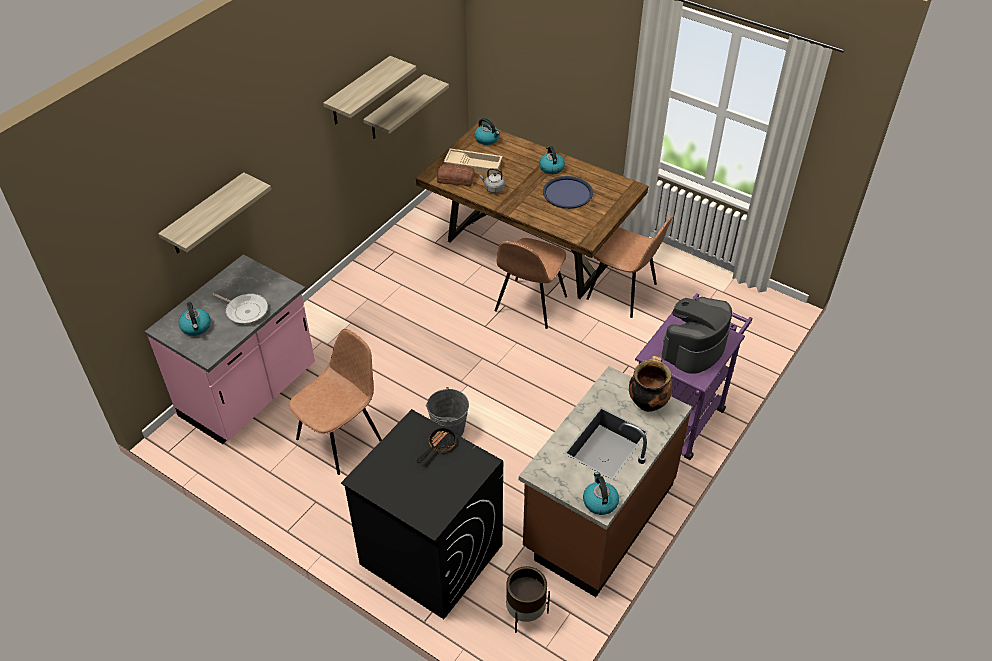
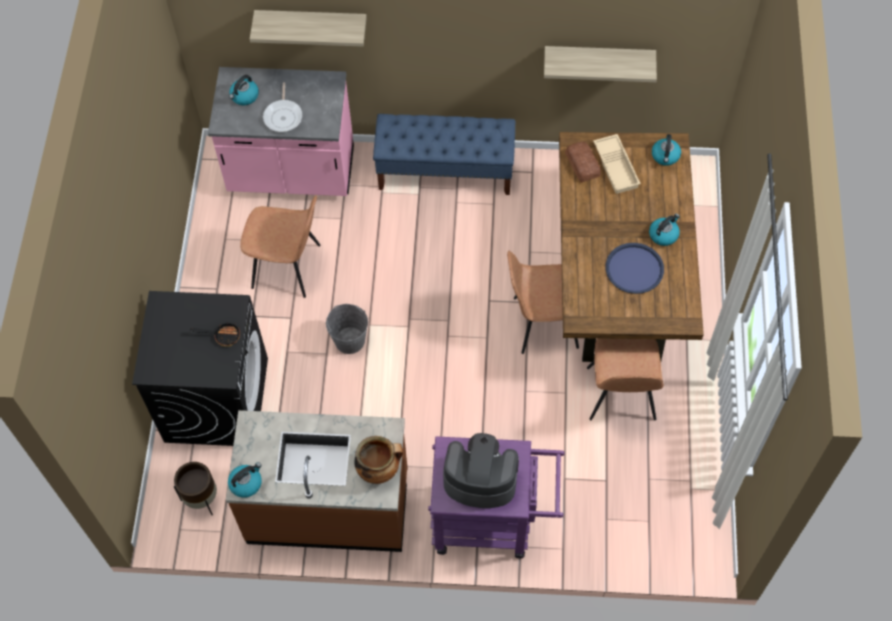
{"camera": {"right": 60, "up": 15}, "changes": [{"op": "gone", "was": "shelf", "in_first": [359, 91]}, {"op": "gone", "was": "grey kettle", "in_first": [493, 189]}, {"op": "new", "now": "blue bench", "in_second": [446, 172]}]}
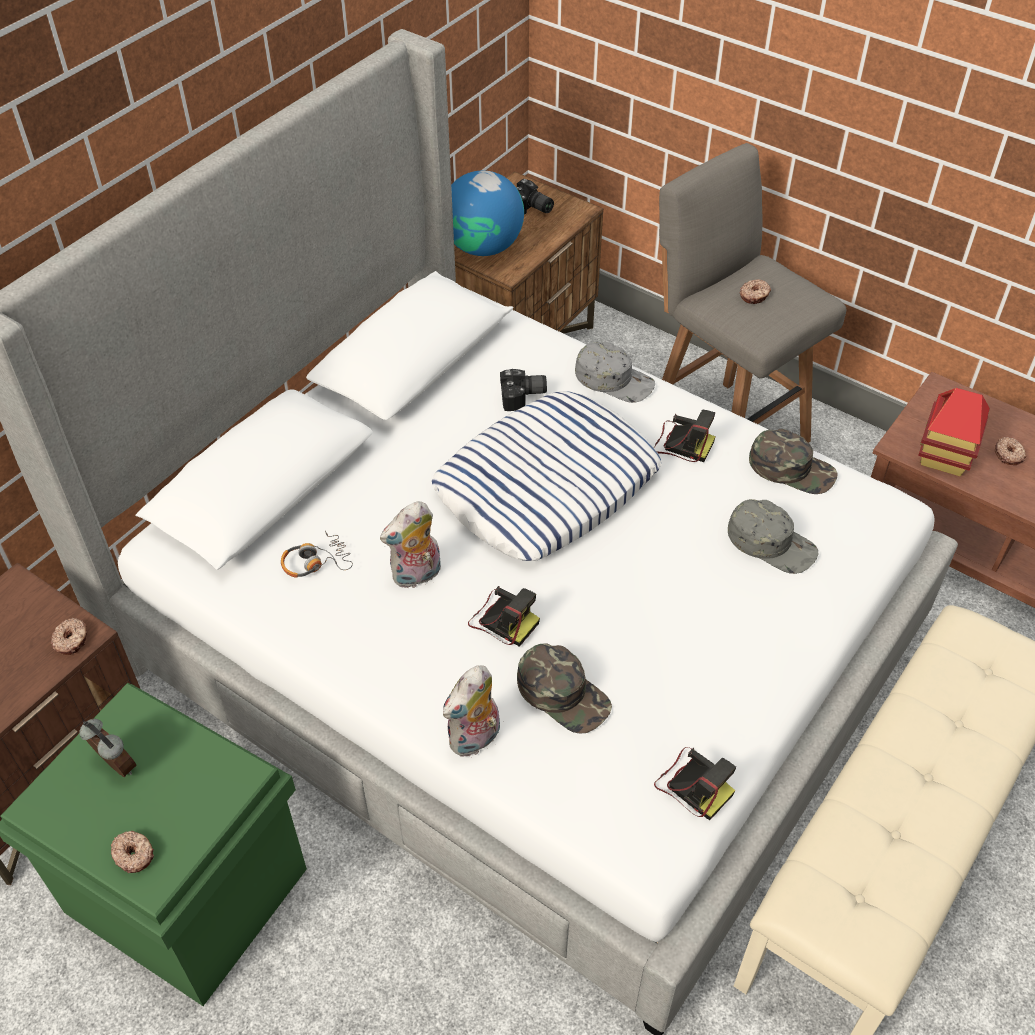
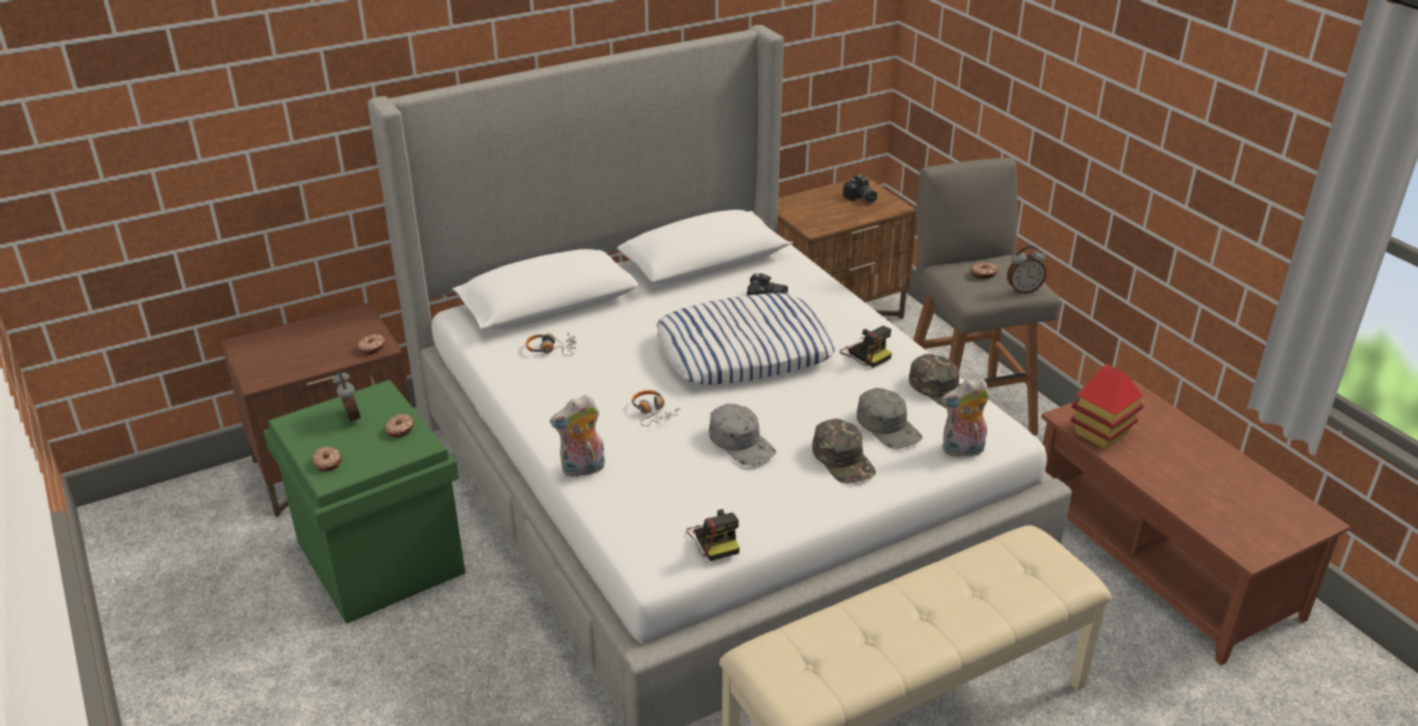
{"camera": {"right": 25, "up": -15}, "changes": [{"op": "shifted", "was": "plush toy", "in_first": [416, 576], "in_second": [962, 450]}, {"op": "gone", "was": "globe", "in_first": [483, 247]}, {"op": "swapped", "was": "photo camera", "now": "headphones", "in_first": [503, 620], "in_second": [652, 412]}, {"op": "shifted", "was": "green cap", "in_first": [563, 694], "in_second": [843, 459]}, {"op": "shifted", "was": "grey cap", "in_first": [614, 379], "in_second": [742, 442]}, {"op": "shifted", "was": "donut", "in_first": [1008, 454], "in_second": [400, 430]}, {"op": "new", "now": "alarm clock", "in_second": [1023, 290]}]}
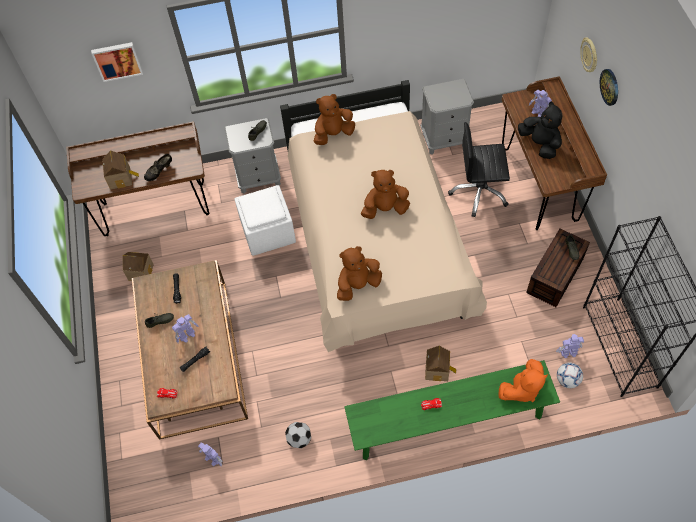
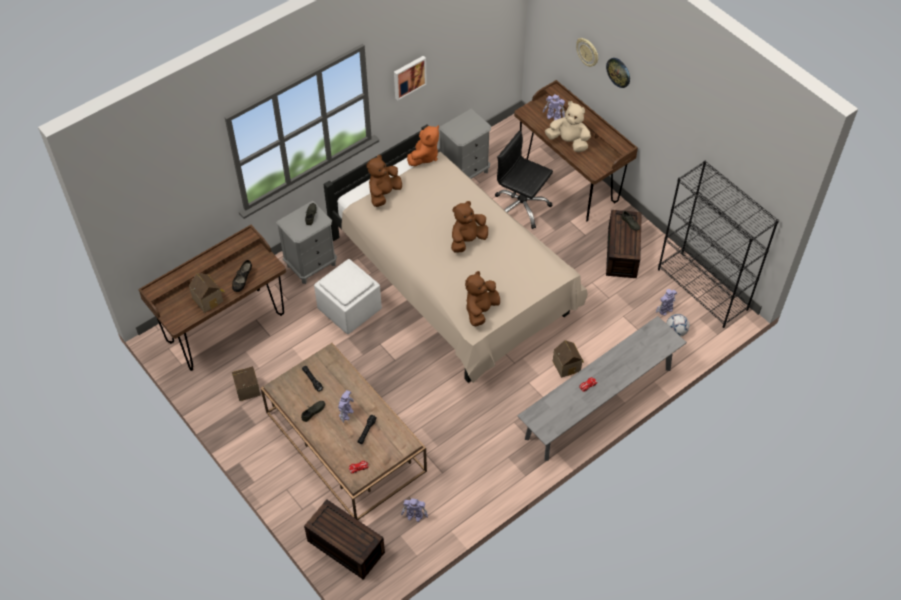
{"camera": {"right": -30, "up": -5}, "changes": [{"op": "shifted", "was": "picture", "in_first": [117, 60], "in_second": [409, 76]}, {"op": "gone", "was": "football", "in_first": [299, 439]}, {"op": "repainted", "was": "green bench", "now": "grey bench", "in_first": [448, 422], "in_second": [599, 403]}, {"op": "rotated", "was": "black office chair", "in_first": [479, 192], "in_second": [521, 207], "clockwise": 60}, {"op": "shifted", "was": "orange plush toy", "in_first": [521, 389], "in_second": [424, 156]}, {"op": "repainted", "was": "black plush toy", "now": "beige plush toy", "in_first": [540, 144], "in_second": [568, 142]}, {"op": "new", "now": "brown storage box", "in_second": [344, 547]}]}
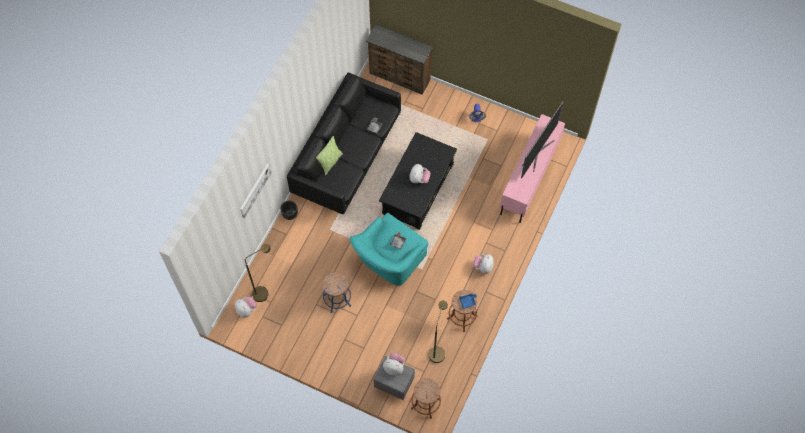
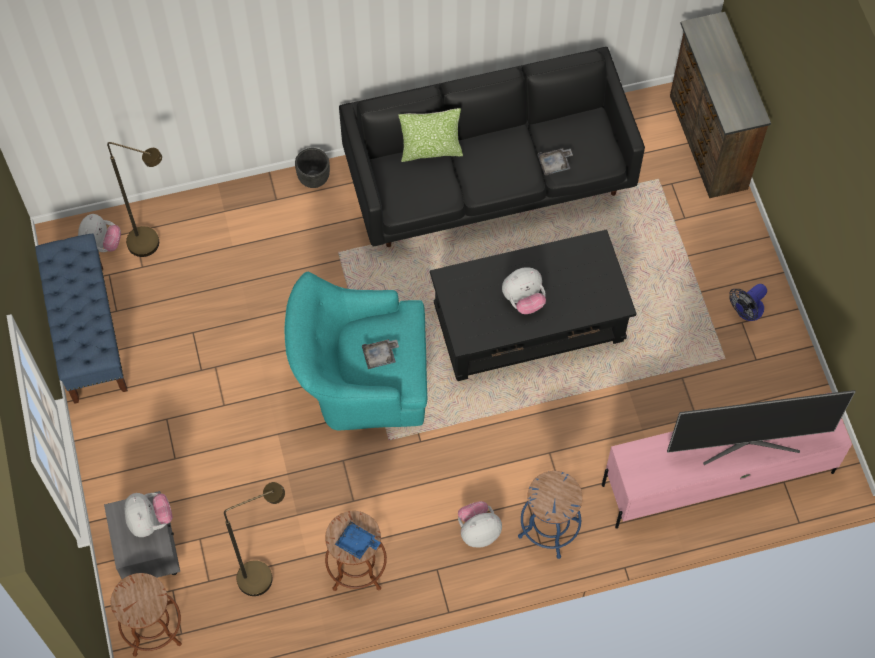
{"camera": {"right": 50, "up": 0}, "changes": [{"op": "gone", "was": "picture", "in_first": [254, 190]}, {"op": "shifted", "was": "blue stool", "in_first": [337, 300], "in_second": [549, 528]}, {"op": "new", "now": "blue bench", "in_second": [88, 333]}]}
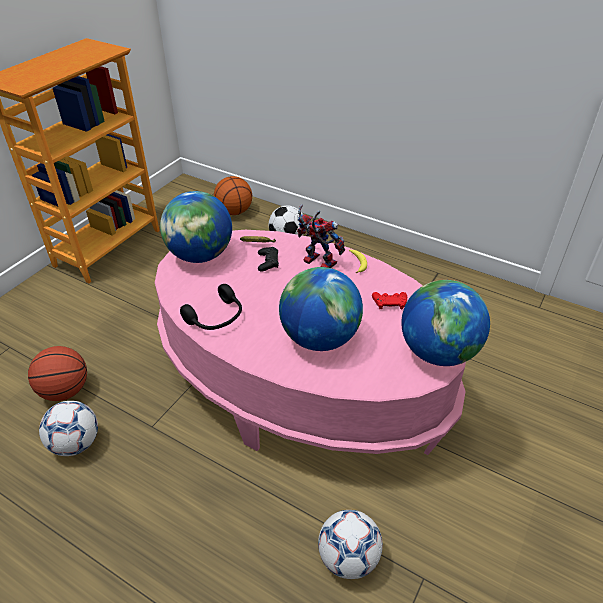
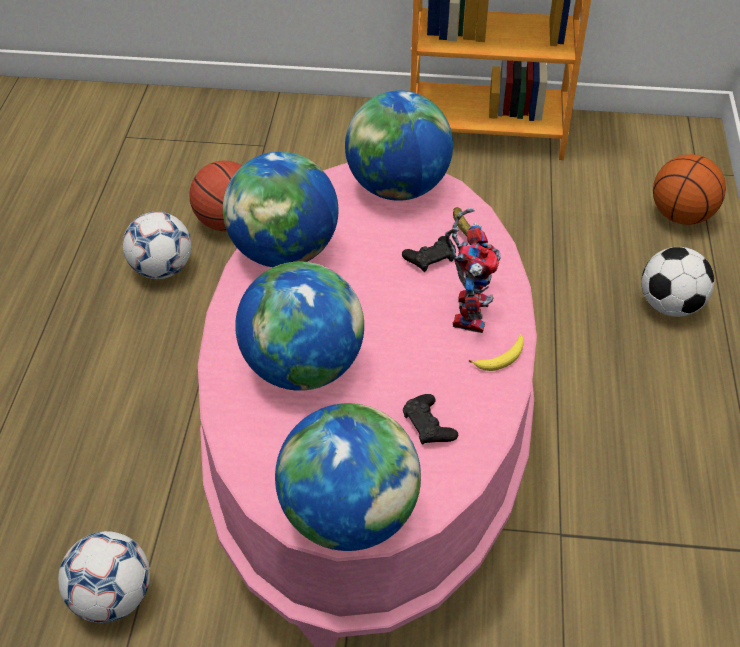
{"camera": {"right": 65, "up": 5}, "changes": [{"op": "swapped", "was": "black headphones", "now": "globe", "in_first": [216, 318], "in_second": [284, 252]}, {"op": "repainted", "was": "red game controller", "now": "black game controller", "in_first": [389, 303], "in_second": [428, 425]}]}
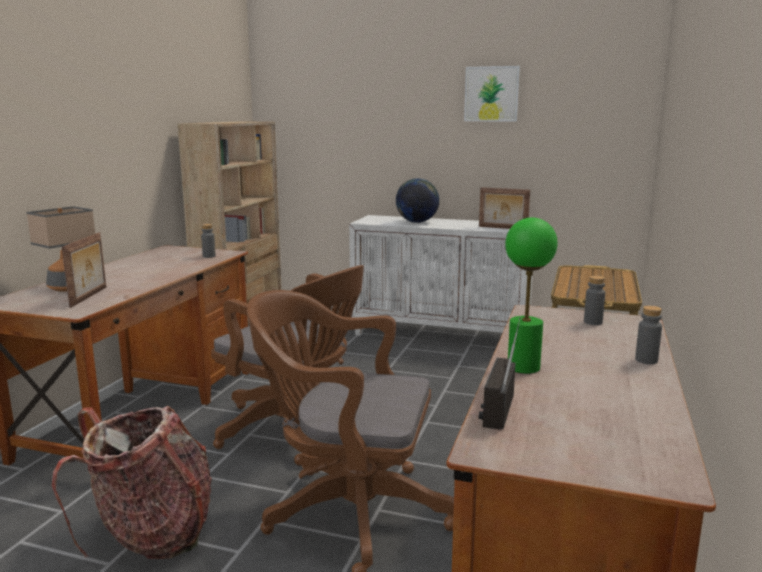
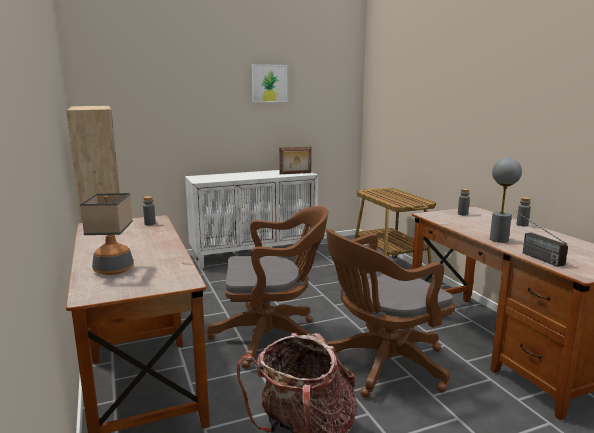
{"camera": {"right": -40, "up": 0}, "changes": [{"op": "gone", "was": "picture frame", "in_first": [90, 297]}, {"op": "gone", "was": "globe", "in_first": [417, 222]}, {"op": "repainted", "was": "green table lamp", "now": "grey table lamp", "in_first": [524, 367], "in_second": [499, 239]}]}
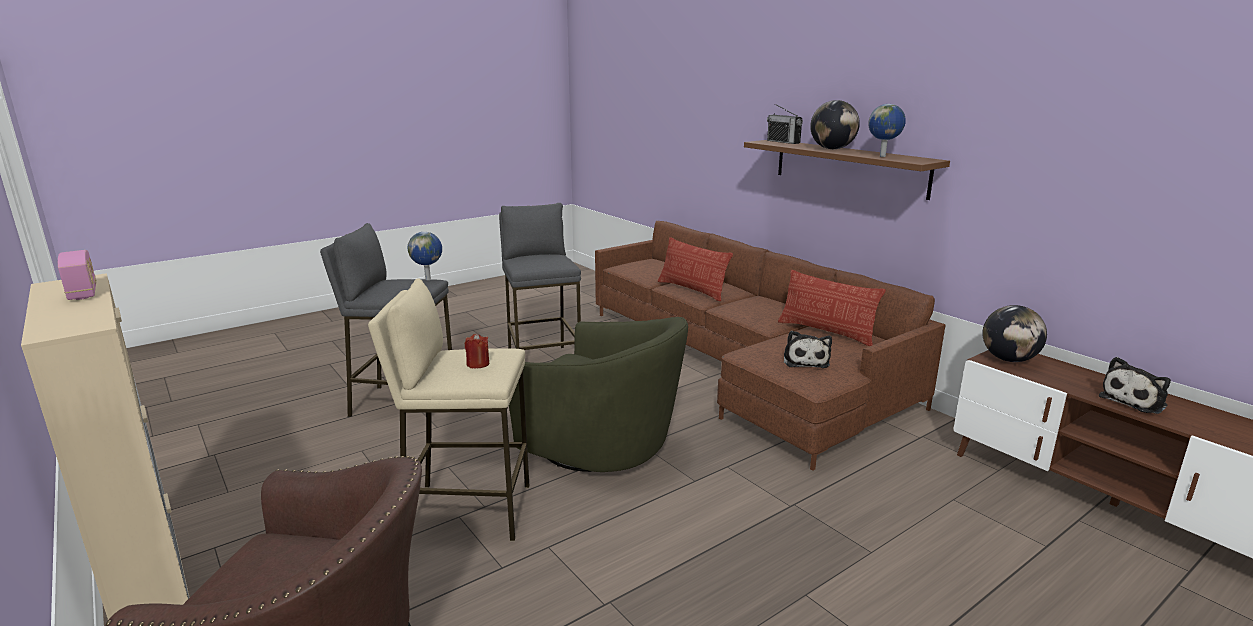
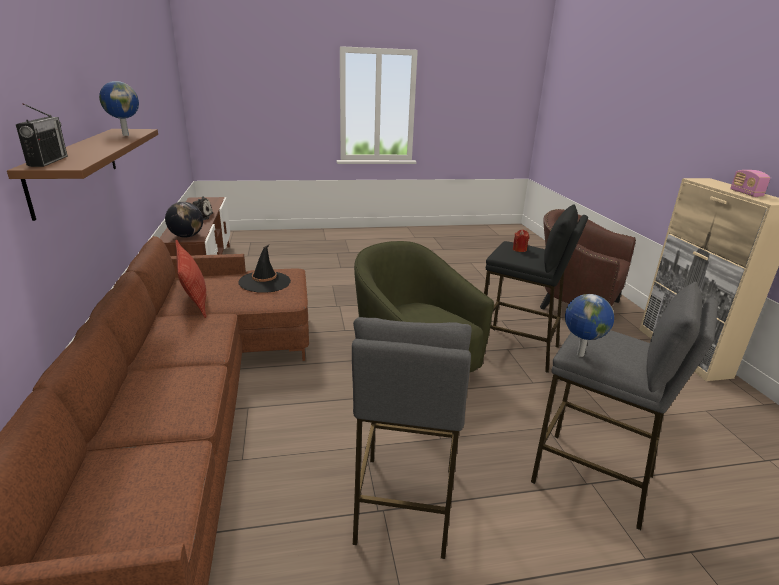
{"camera": {"right": -155, "up": 5}, "changes": [{"op": "repainted", "was": "beige stool", "now": "black stool", "in_first": [467, 510], "in_second": [518, 349]}, {"op": "gone", "was": "pillow", "in_first": [692, 290]}, {"op": "swapped", "was": "plush toy", "now": "black hat", "in_first": [805, 361], "in_second": [265, 282]}, {"op": "gone", "was": "globe", "in_first": [832, 149]}]}
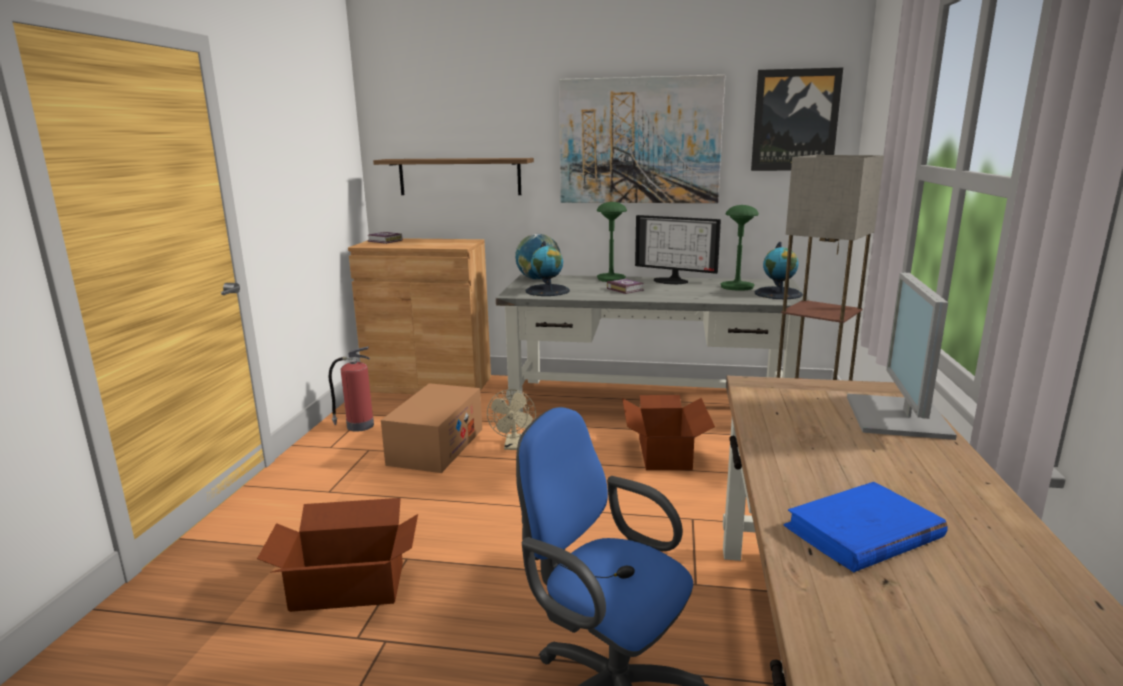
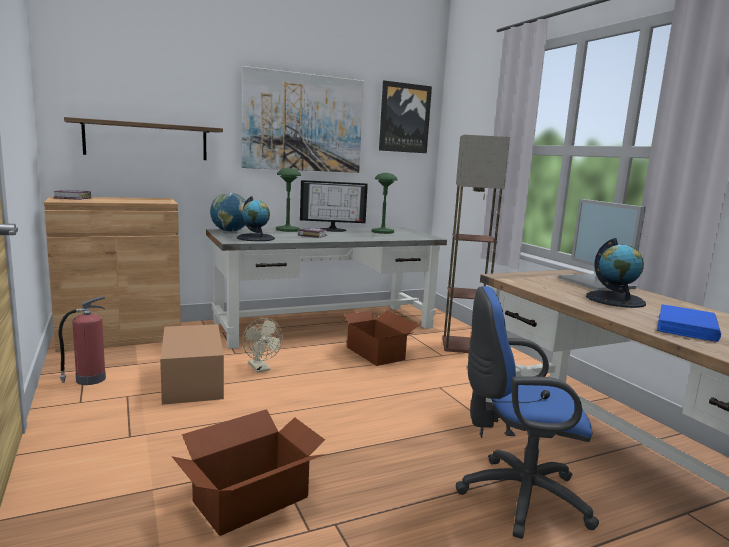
{"camera": {"right": -35, "up": -5}, "changes": [{"op": "shifted", "was": "globe", "in_first": [778, 293], "in_second": [615, 299]}]}
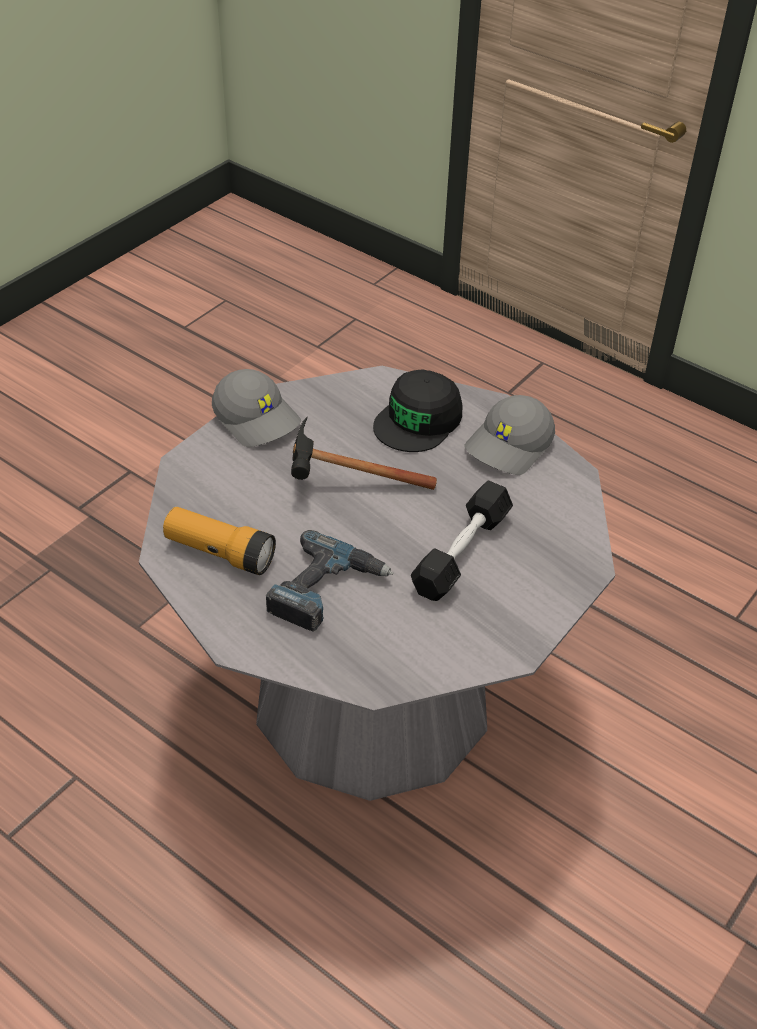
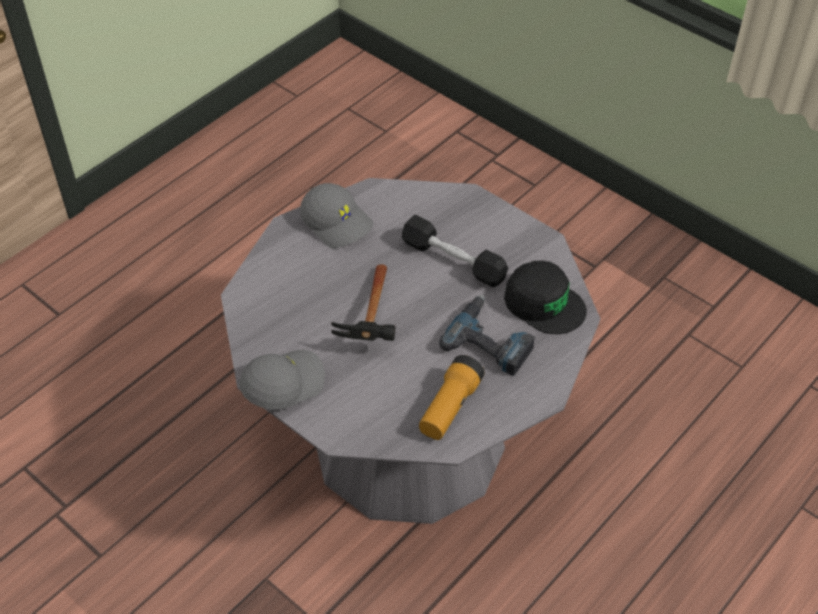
{"camera": {"right": -85, "up": 5}, "changes": [{"op": "shifted", "was": "black cap", "in_first": [418, 420], "in_second": [544, 303]}]}
